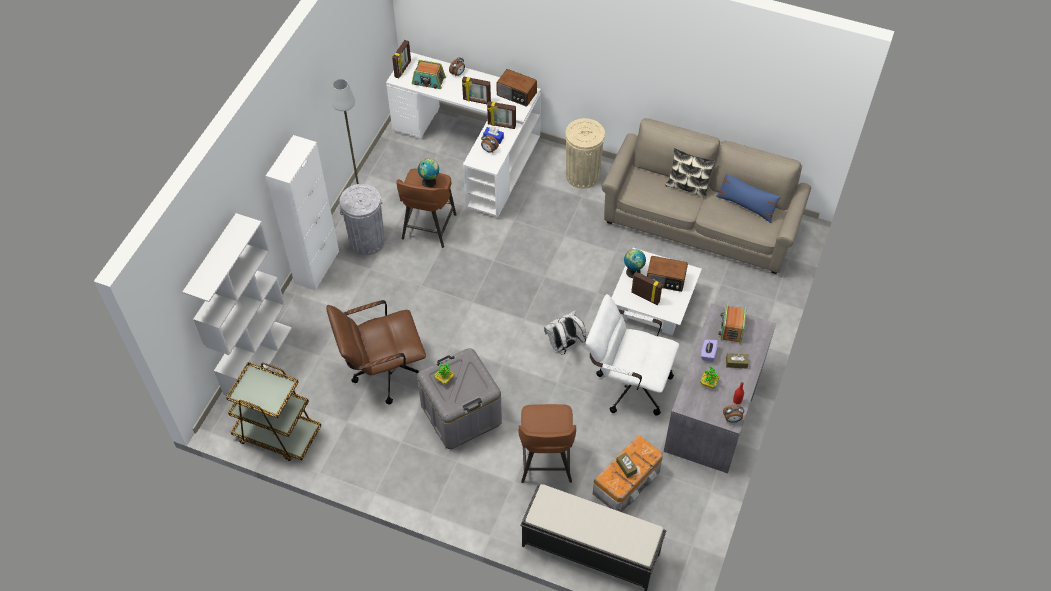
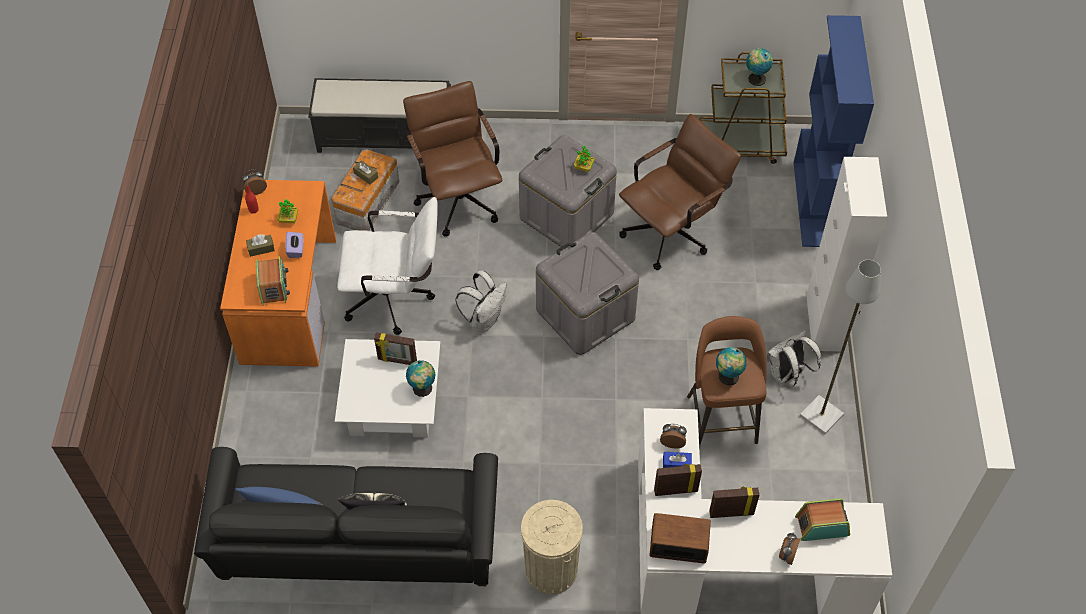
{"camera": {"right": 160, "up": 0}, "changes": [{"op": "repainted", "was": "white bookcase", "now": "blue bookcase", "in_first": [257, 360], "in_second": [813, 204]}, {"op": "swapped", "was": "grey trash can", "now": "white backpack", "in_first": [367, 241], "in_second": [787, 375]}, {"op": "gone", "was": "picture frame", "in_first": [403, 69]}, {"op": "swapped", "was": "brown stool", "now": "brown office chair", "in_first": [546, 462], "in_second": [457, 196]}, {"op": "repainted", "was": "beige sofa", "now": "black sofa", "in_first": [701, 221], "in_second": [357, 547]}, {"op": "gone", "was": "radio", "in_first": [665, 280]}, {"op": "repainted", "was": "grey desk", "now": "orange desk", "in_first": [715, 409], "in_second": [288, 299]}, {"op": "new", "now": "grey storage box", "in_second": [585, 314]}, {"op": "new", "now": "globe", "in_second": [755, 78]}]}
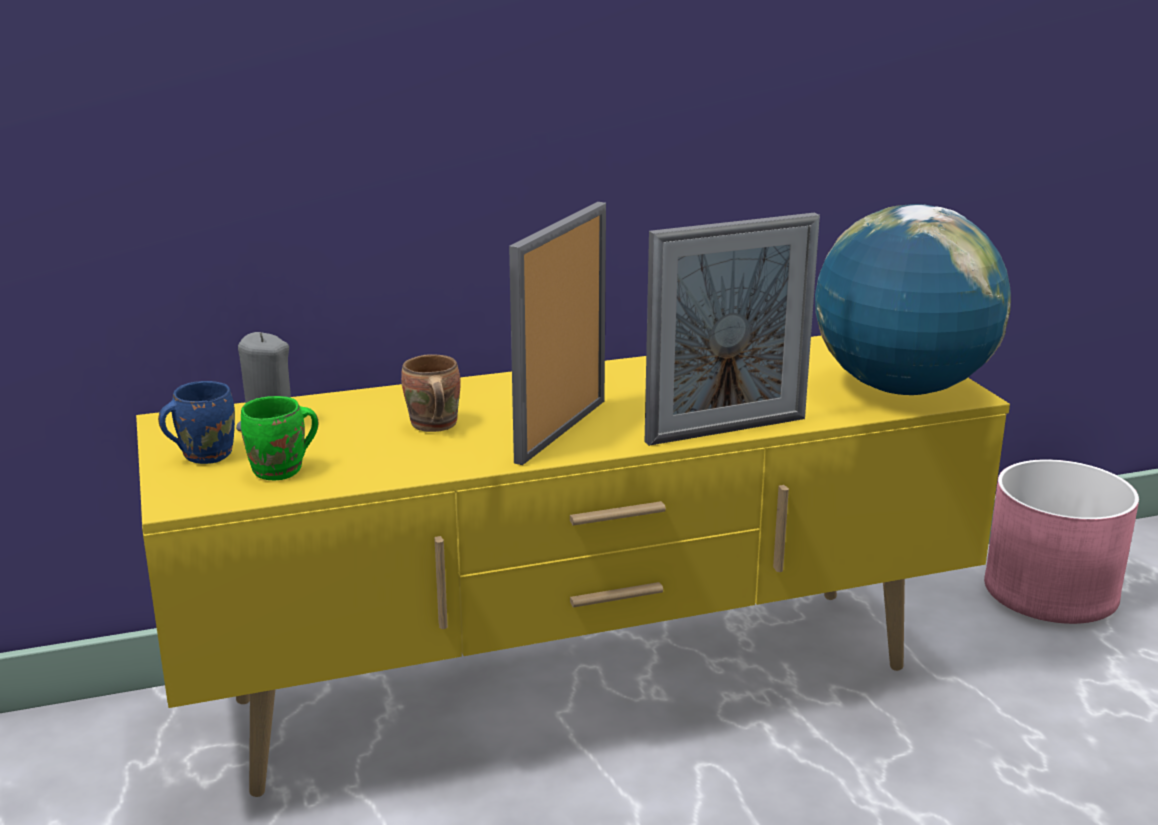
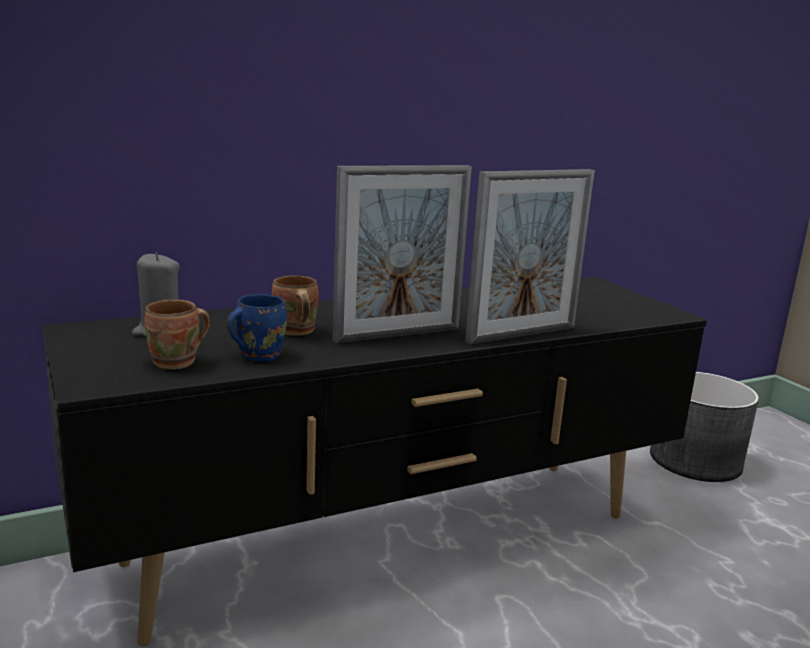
{"camera": {"right": -10, "up": -5}, "changes": [{"op": "repainted", "was": "yellow tv stand", "now": "black tv stand", "in_first": [580, 687], "in_second": [393, 541]}, {"op": "shifted", "was": "blue mug", "in_first": [204, 454], "in_second": [257, 355]}, {"op": "repainted", "was": "green mug", "now": "brown mug", "in_first": [281, 471], "in_second": [178, 363]}, {"op": "rotated", "was": "picture frame", "in_first": [561, 430], "in_second": [397, 335], "clockwise": -135}, {"op": "gone", "was": "globe", "in_first": [902, 389]}, {"op": "repainted", "was": "pink planter", "now": "grey planter", "in_first": [1051, 590], "in_second": [695, 460]}]}
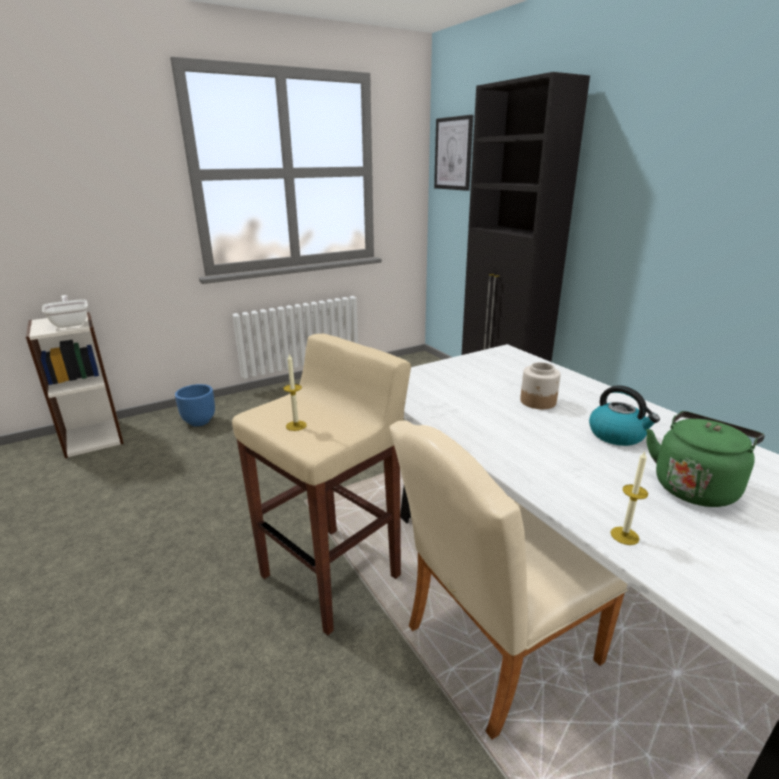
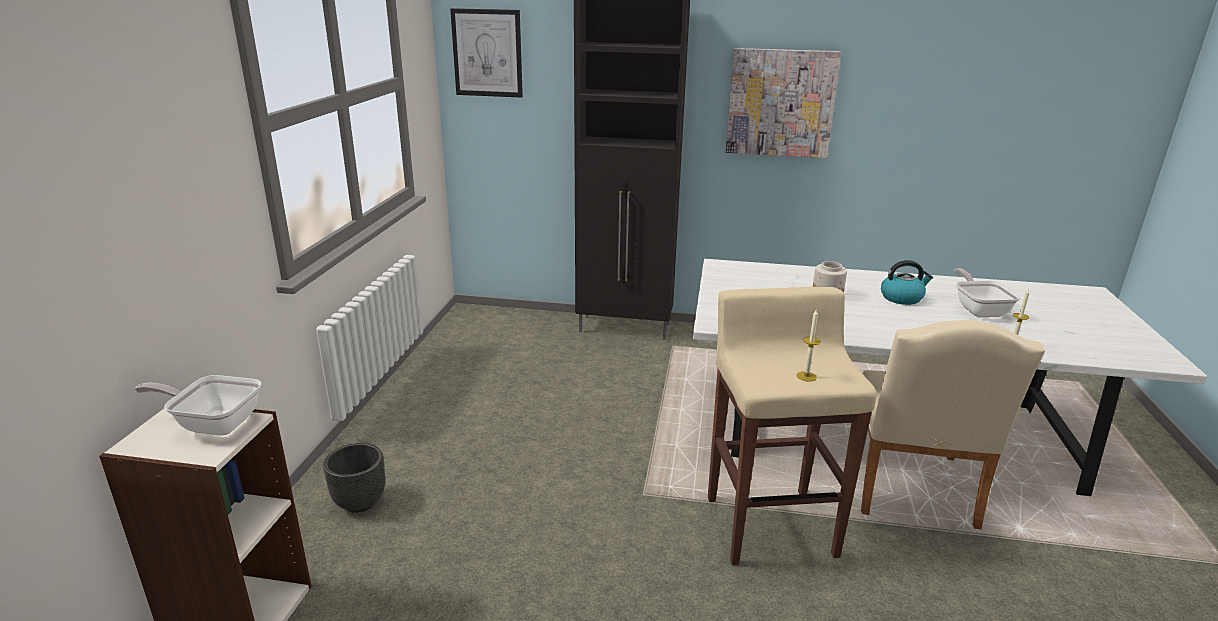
{"camera": {"right": -50, "up": 0}, "changes": [{"op": "repainted", "was": "blue planter", "now": "black planter", "in_first": [200, 422], "in_second": [360, 502]}, {"op": "swapped", "was": "green kettle", "now": "frying pan", "in_first": [695, 486], "in_second": [979, 309]}, {"op": "new", "now": "picture", "in_second": [780, 103]}]}
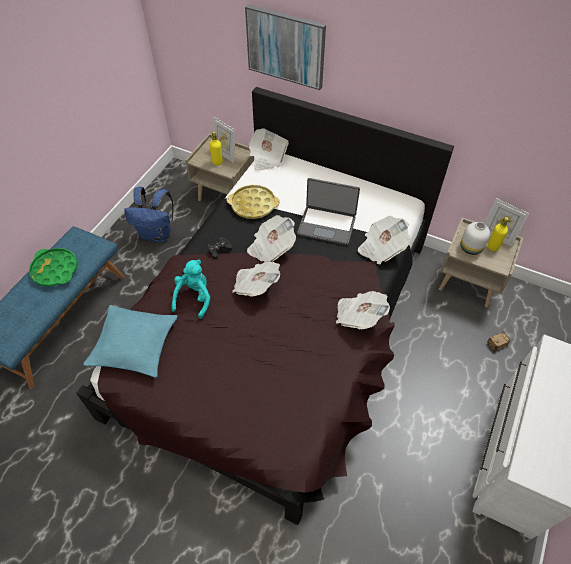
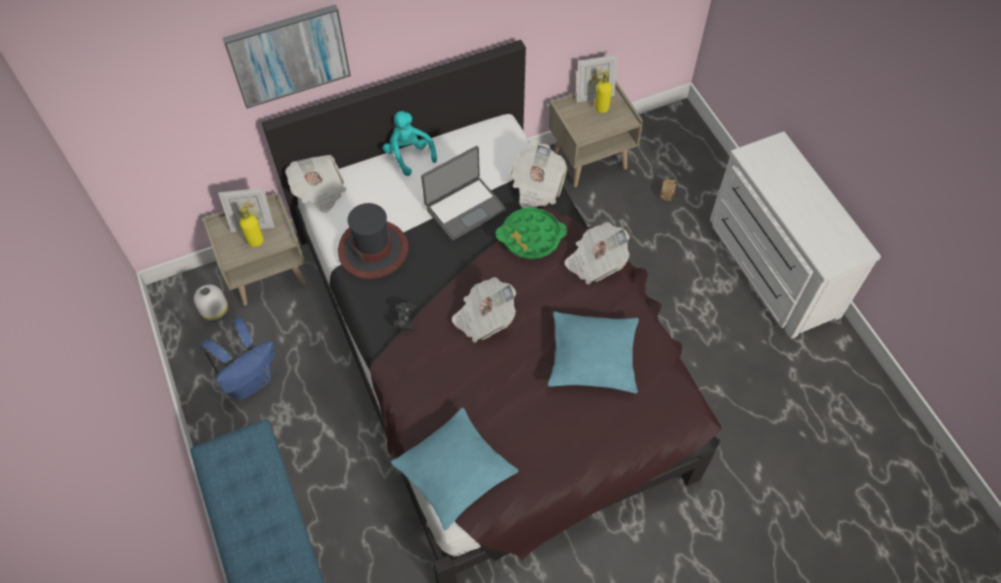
{"camera": {"right": -50, "up": 5}, "changes": [{"op": "shifted", "was": "green tray", "in_first": [55, 270], "in_second": [531, 237]}, {"op": "shifted", "was": "turquoise plush toy", "in_first": [194, 298], "in_second": [409, 154]}, {"op": "swapped", "was": "yellow tray", "now": "hat", "in_first": [253, 205], "in_second": [373, 249]}, {"op": "gone", "was": "newspaper", "in_first": [271, 248]}, {"op": "shifted", "was": "white vase", "in_first": [471, 247], "in_second": [215, 311]}, {"op": "new", "now": "turquoise pillow", "in_second": [593, 357]}]}
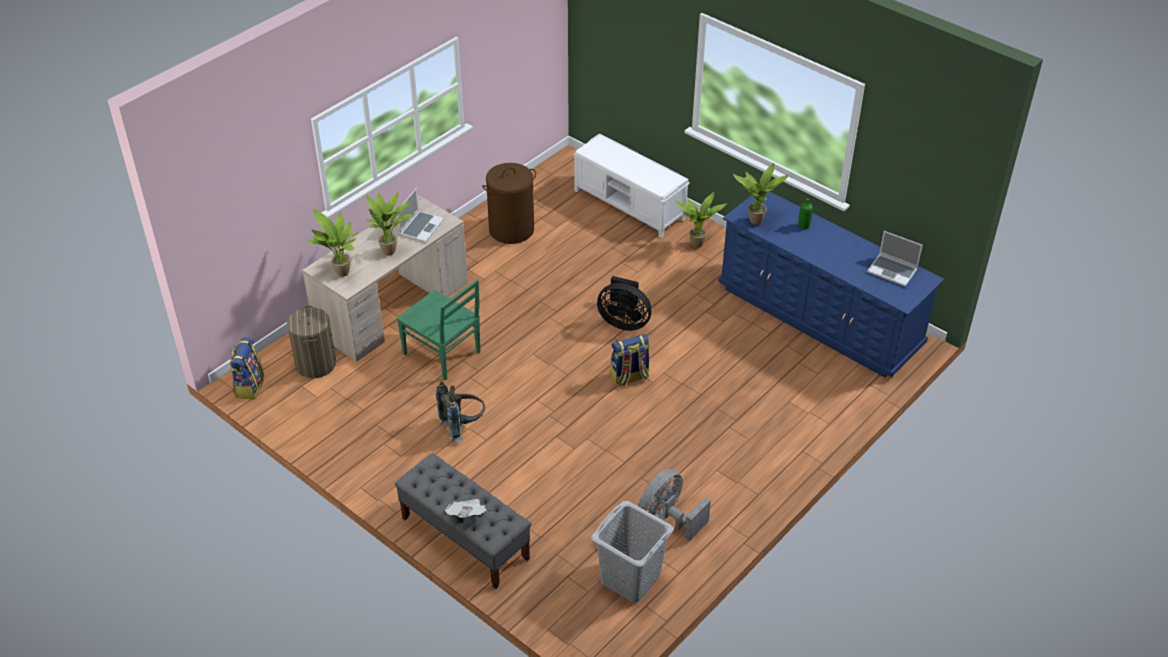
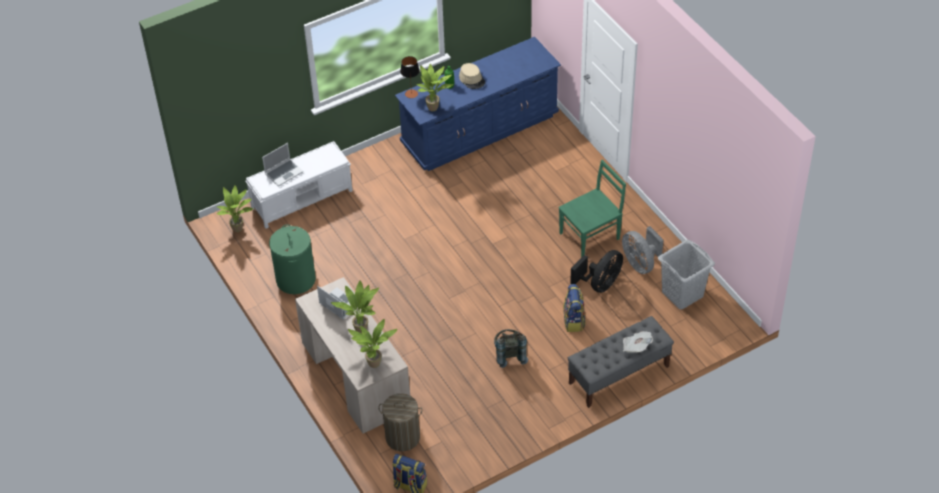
{"camera": {"right": -70, "up": 5}, "changes": [{"op": "shifted", "was": "green chair", "in_first": [443, 354], "in_second": [591, 235]}, {"op": "repainted", "was": "brown laundry basket", "now": "green laundry basket", "in_first": [511, 229], "in_second": [295, 279]}, {"op": "shifted", "was": "black fan", "in_first": [624, 322], "in_second": [600, 284]}, {"op": "shifted", "was": "backpack", "in_first": [629, 377], "in_second": [574, 321]}, {"op": "shifted", "was": "potted plant", "in_first": [697, 246], "in_second": [239, 229]}, {"op": "shifted", "was": "laptop", "in_first": [893, 271], "in_second": [284, 173]}, {"op": "new", "now": "table lamp", "in_second": [411, 93]}, {"op": "new", "now": "beige hat", "in_second": [472, 79]}]}
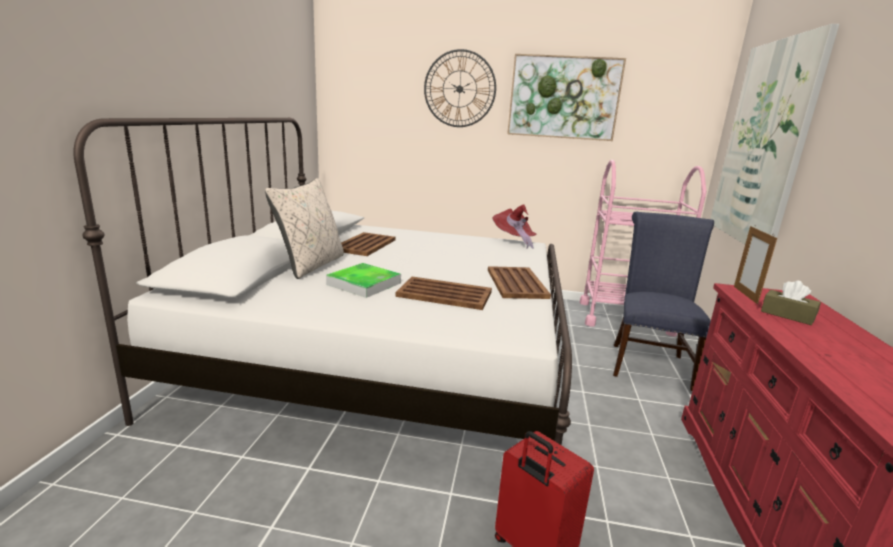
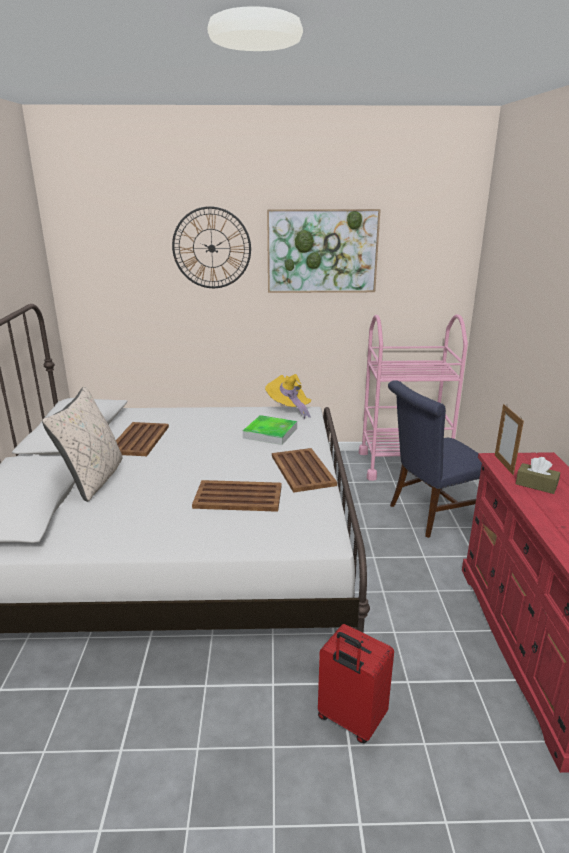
{"camera": {"right": -10, "up": 5}, "changes": [{"op": "shifted", "was": "tray", "in_first": [364, 284], "in_second": [270, 433]}, {"op": "repainted", "was": "red hat", "now": "yellow hat", "in_first": [513, 241], "in_second": [289, 409]}, {"op": "rotated", "was": "blue chair", "in_first": [648, 363], "in_second": [429, 514], "clockwise": -120}, {"op": "gone", "was": "picture", "in_first": [764, 144]}]}
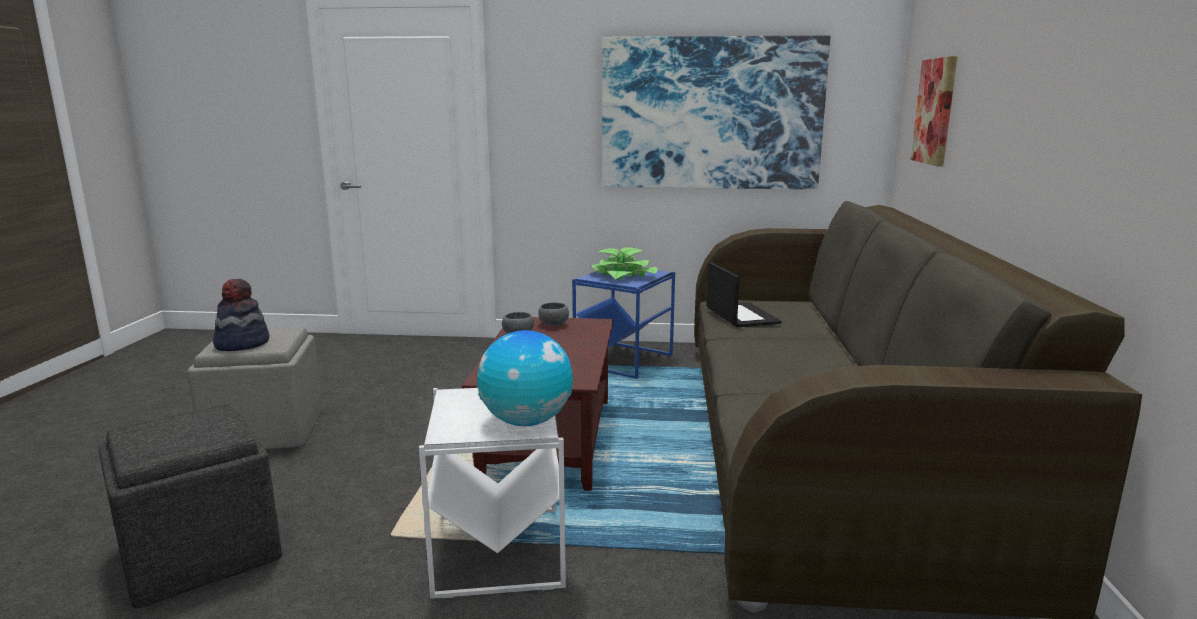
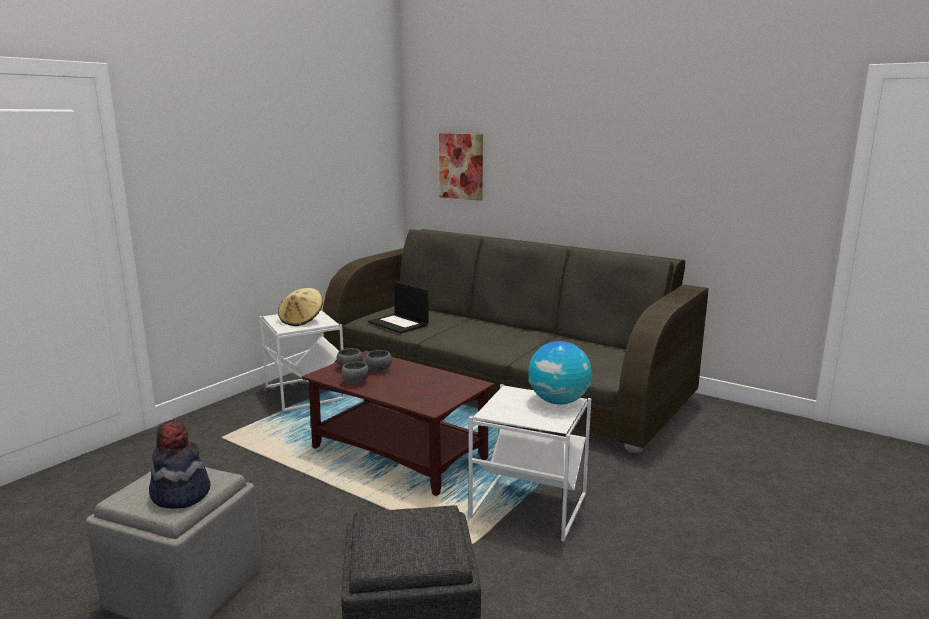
{"camera": {"right": -60, "up": 0}, "changes": [{"op": "repainted", "was": "blue side table", "now": "white side table", "in_first": [624, 360], "in_second": [305, 393]}, {"op": "swapped", "was": "potted plant", "now": "beige hat", "in_first": [623, 276], "in_second": [301, 320]}, {"op": "gone", "was": "picture", "in_first": [711, 114]}, {"op": "rotated", "was": "laptop", "in_first": [741, 315], "in_second": [399, 324], "clockwise": -150}, {"op": "new", "now": "grey bowl", "in_second": [378, 370]}]}
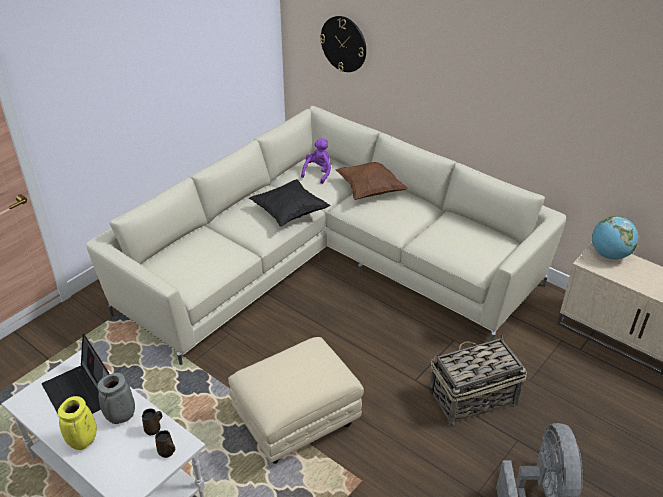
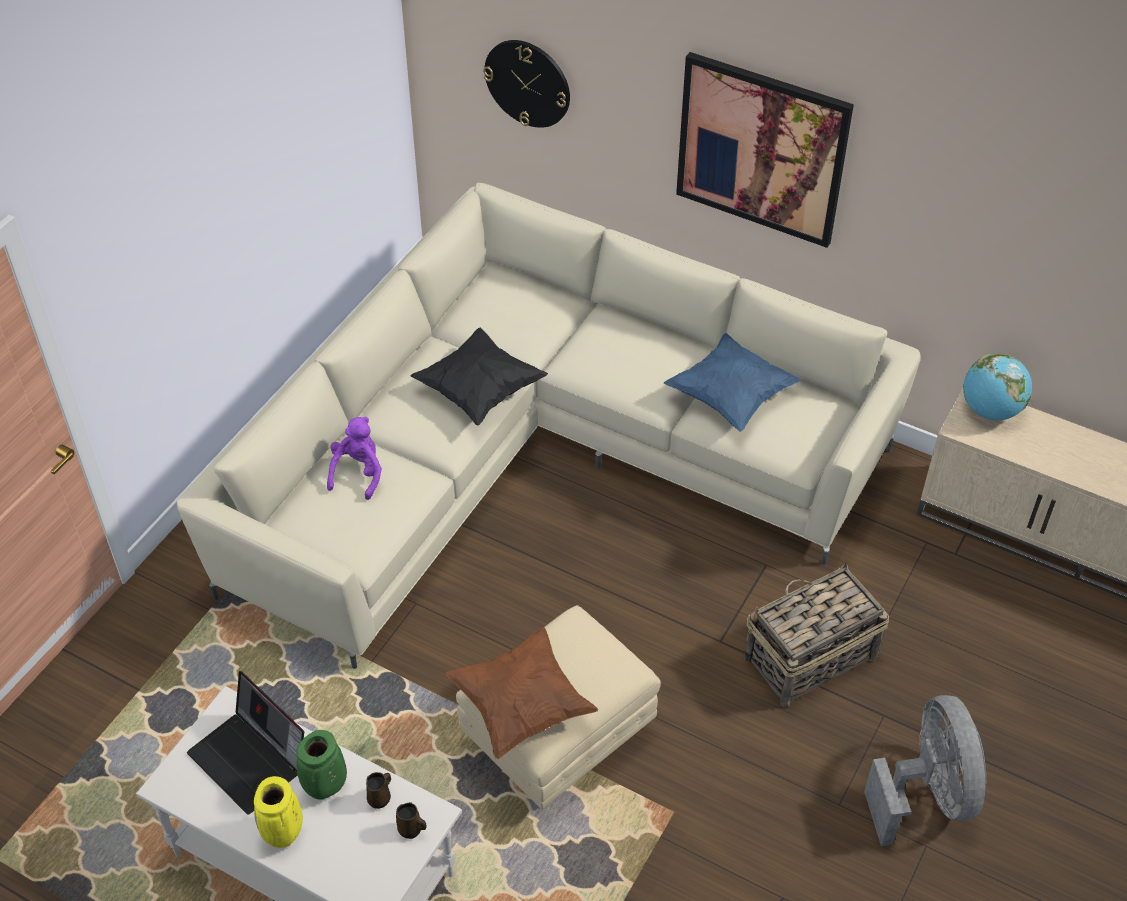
{"camera": {"right": -10, "up": 10}, "changes": [{"op": "repainted", "was": "grey vase", "now": "green vase", "in_first": [120, 417], "in_second": [325, 788]}, {"op": "shifted", "was": "purple plush toy", "in_first": [318, 173], "in_second": [358, 473]}, {"op": "shifted", "was": "brown pillow", "in_first": [370, 190], "in_second": [521, 706]}, {"op": "new", "now": "blue pillow", "in_second": [730, 397]}, {"op": "new", "now": "picture", "in_second": [761, 149]}]}
